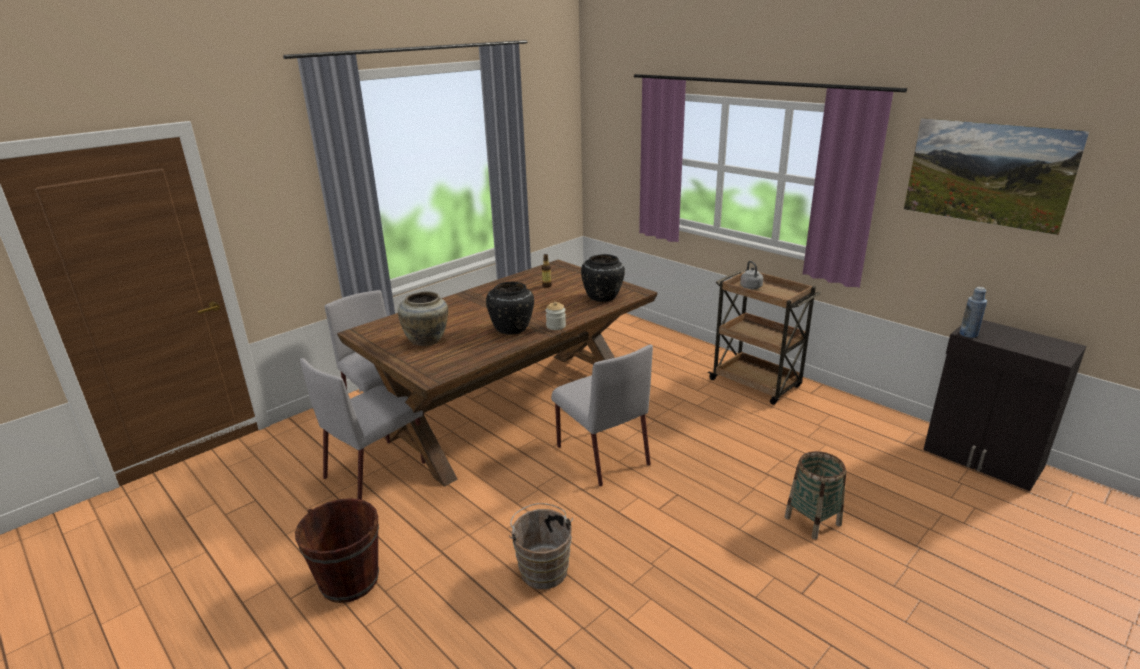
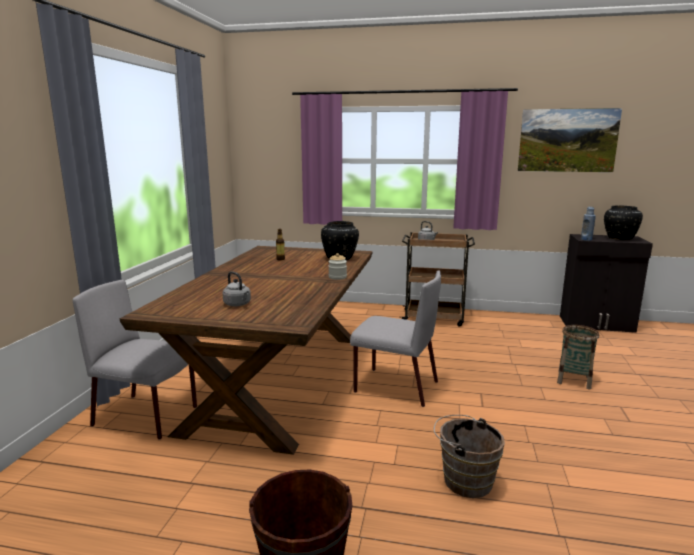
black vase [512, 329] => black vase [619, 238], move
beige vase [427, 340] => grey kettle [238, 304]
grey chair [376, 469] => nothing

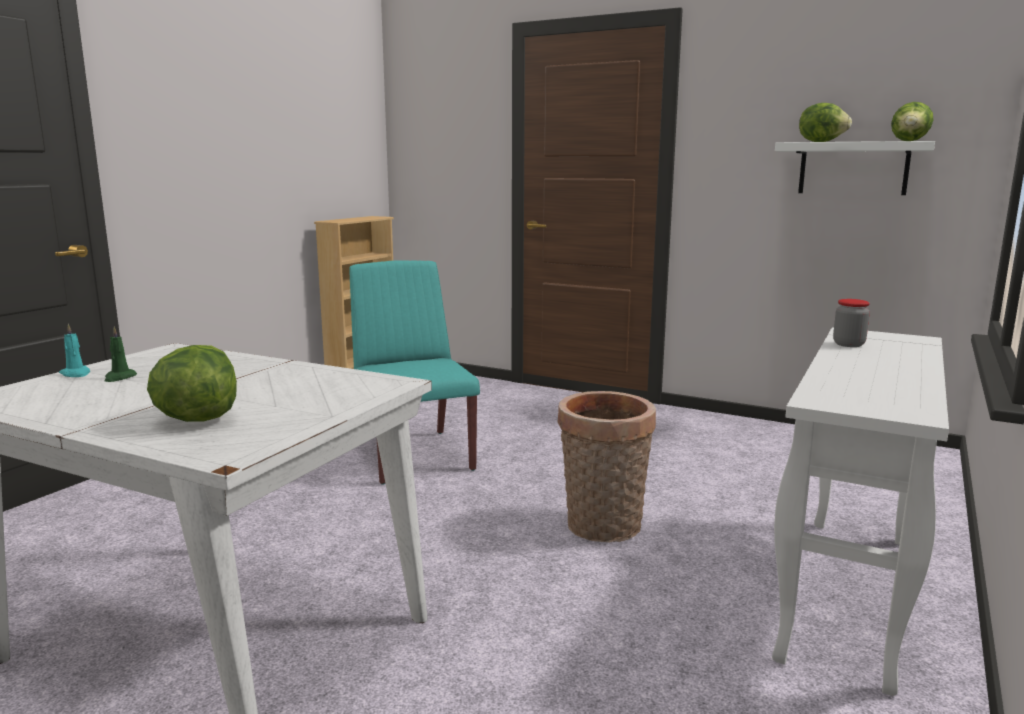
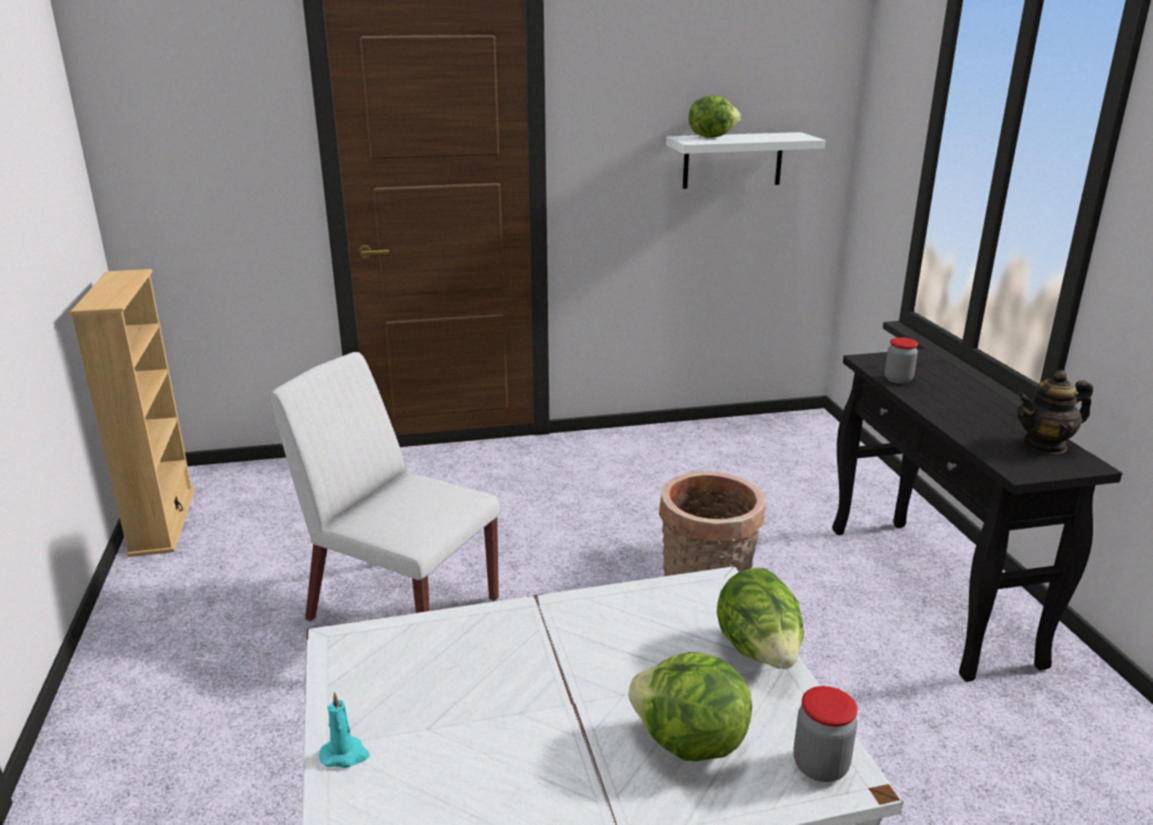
lettuce [909, 141] => lettuce [759, 653], move
turquoise chair [413, 455] => white chair [401, 608]
green candle [119, 377] => nothing
white console table [848, 595] => black console table [930, 594]
nothing => teapot [1045, 445]
nothing => jar [820, 766]

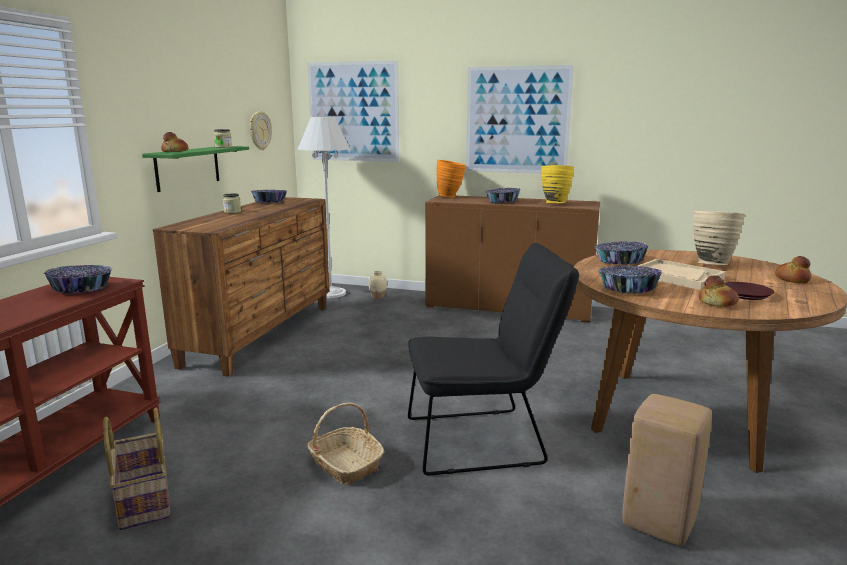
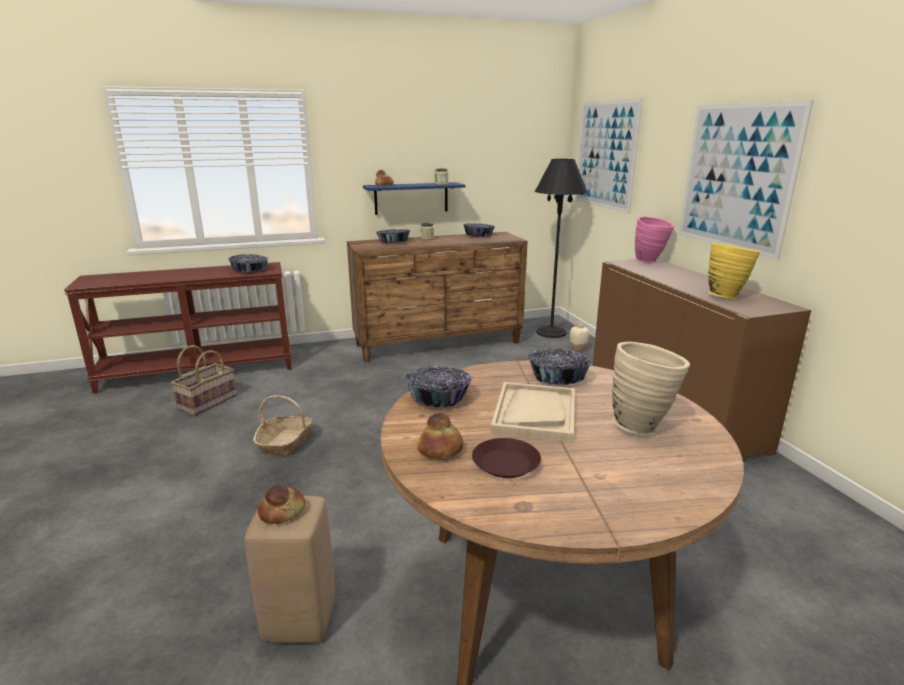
wall clock [259, 130] => nothing
white floor lamp [330, 293] => black floor lamp [551, 332]
green shelf [188, 167] => blue shelf [411, 198]
orange vase [451, 197] => pink vase [650, 262]
bowl [502, 201] => bowl [393, 242], move
black chair [484, 440] => nothing
bread [792, 279] => bread [282, 512], move

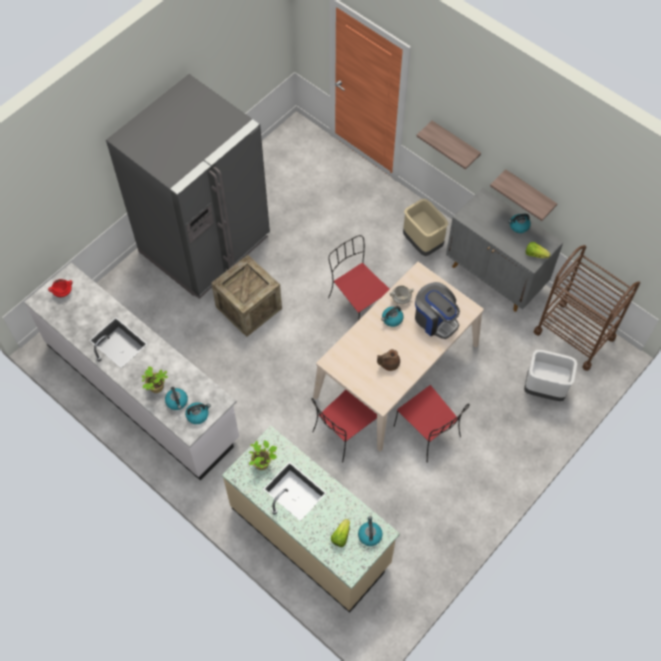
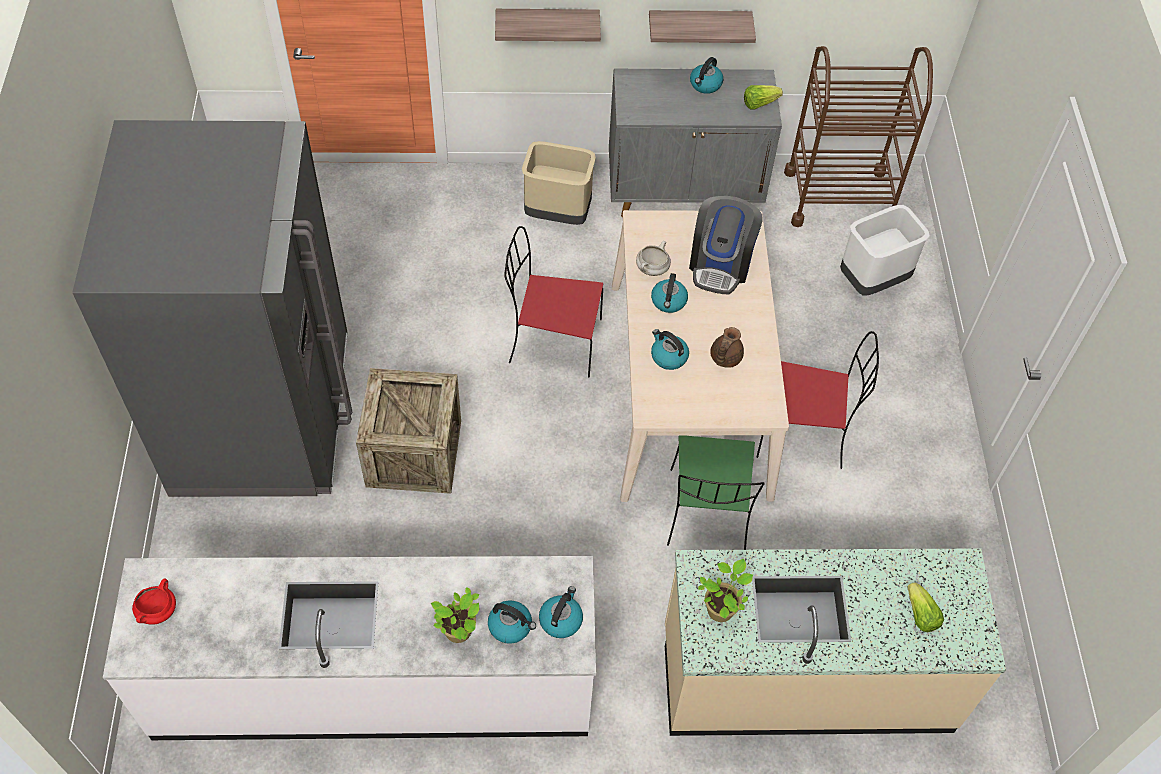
coffee machine [435, 319] => coffee machine [720, 264], 105 degrees clockwise
red chair [344, 432] => green chair [707, 513]
kettle [369, 535] => kettle [668, 356], move

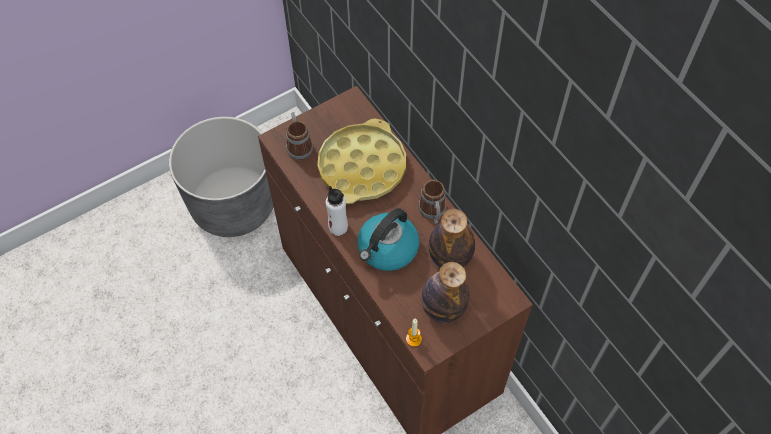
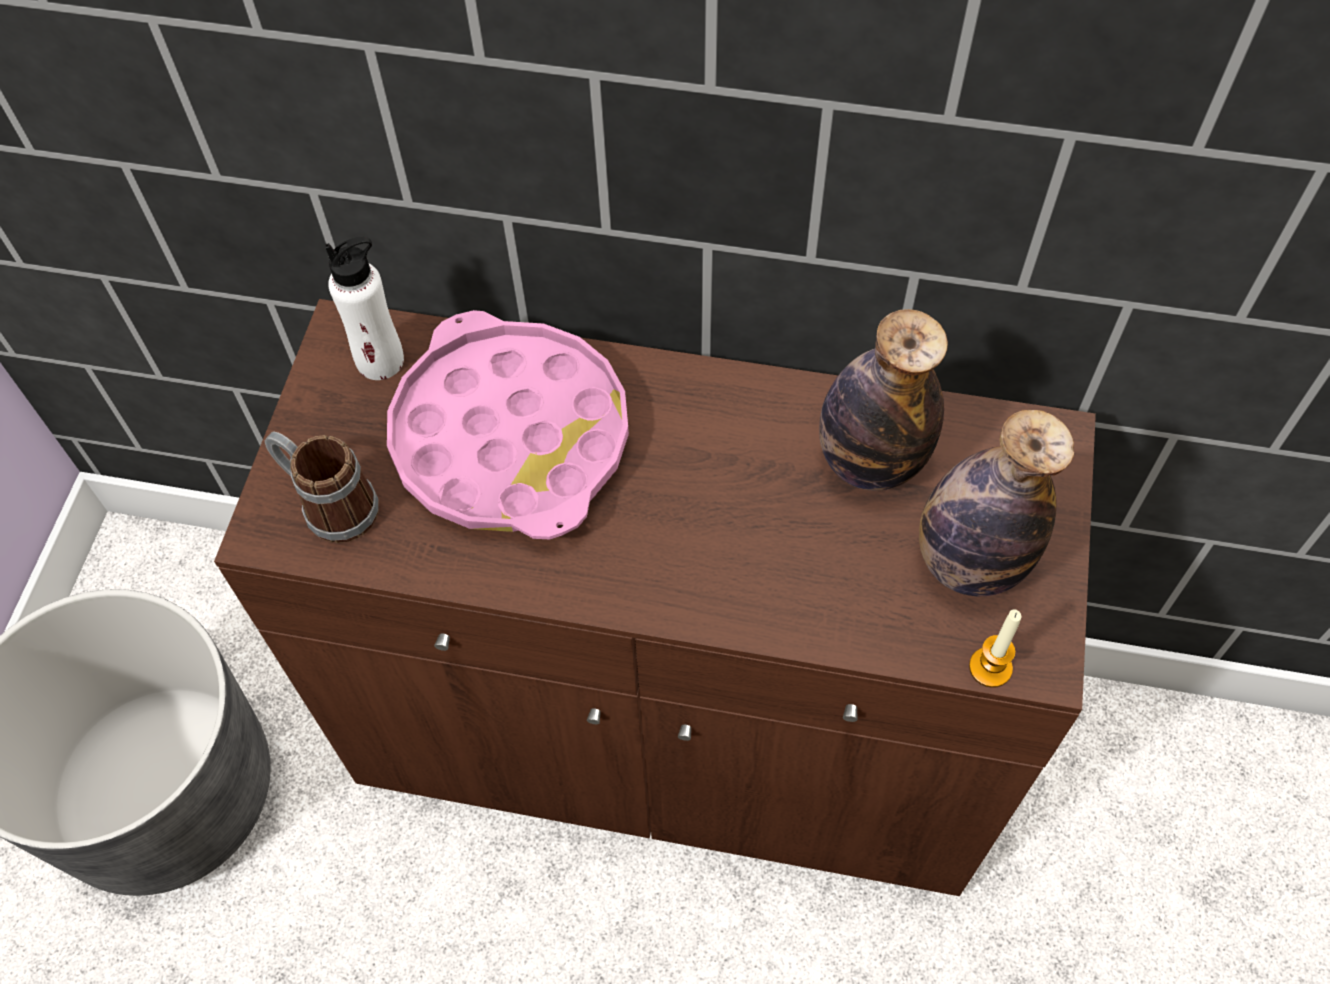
yellow tray [362, 167] => pink tray [511, 438]
mug [433, 213] => nothing
white bottle [338, 227] => white bottle [380, 360], move
kettle [387, 249] => nothing

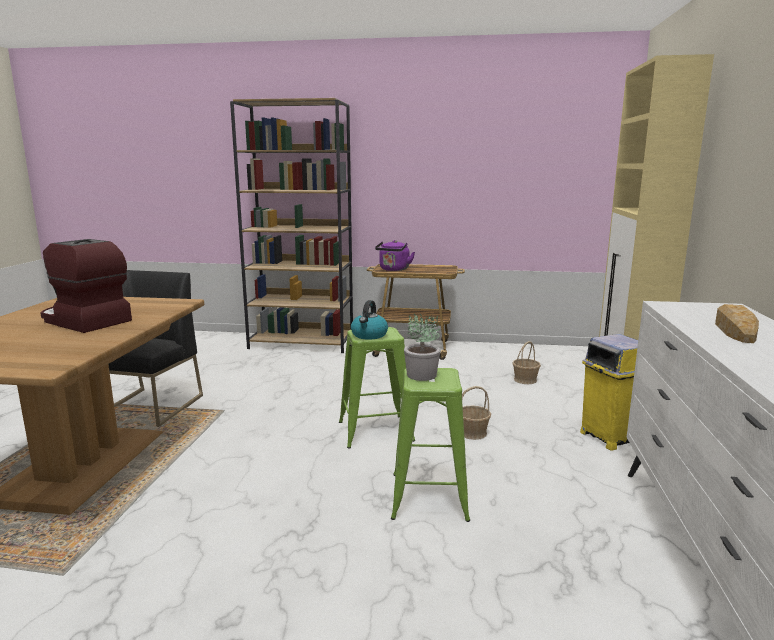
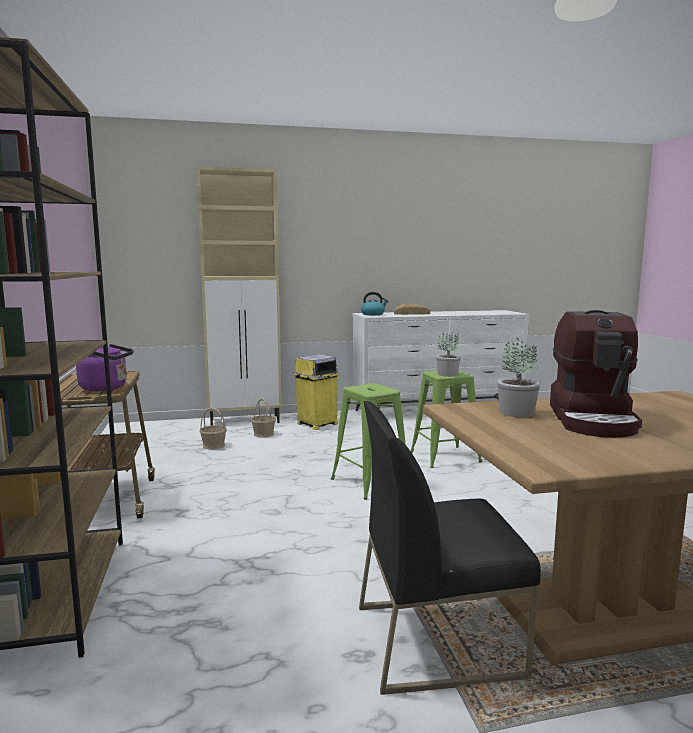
kettle [369, 335] => kettle [373, 314], move
basket [473, 433] => basket [263, 434], move
nothing => potted plant [516, 412]

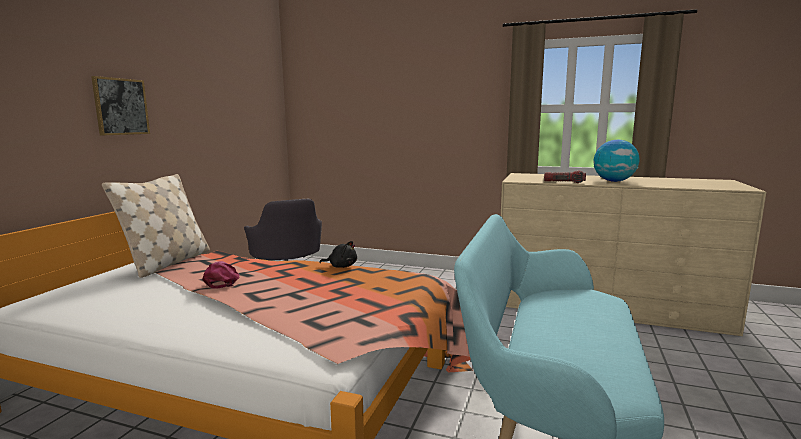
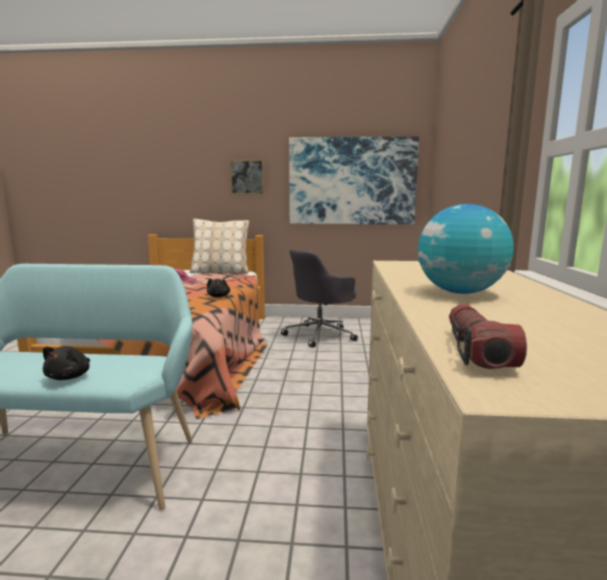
flashlight [564, 182] => flashlight [475, 350], move
nothing => picture [352, 181]
nothing => black plush toy [70, 377]

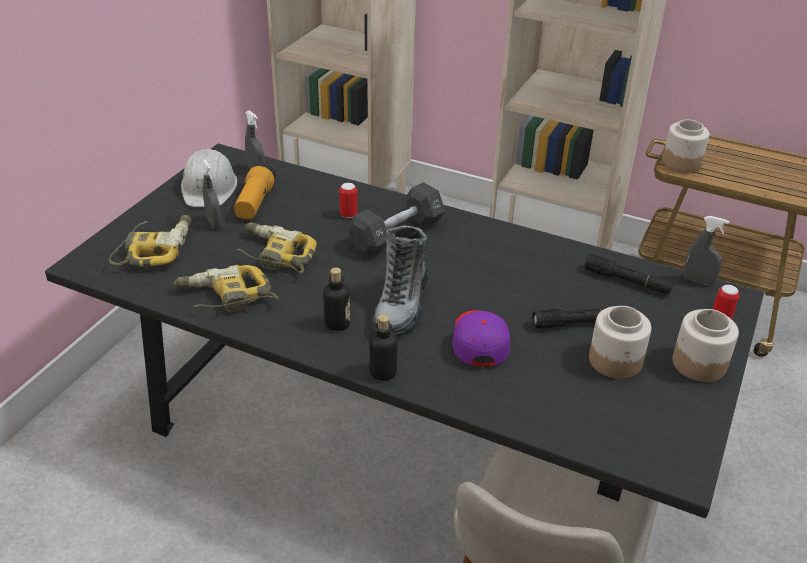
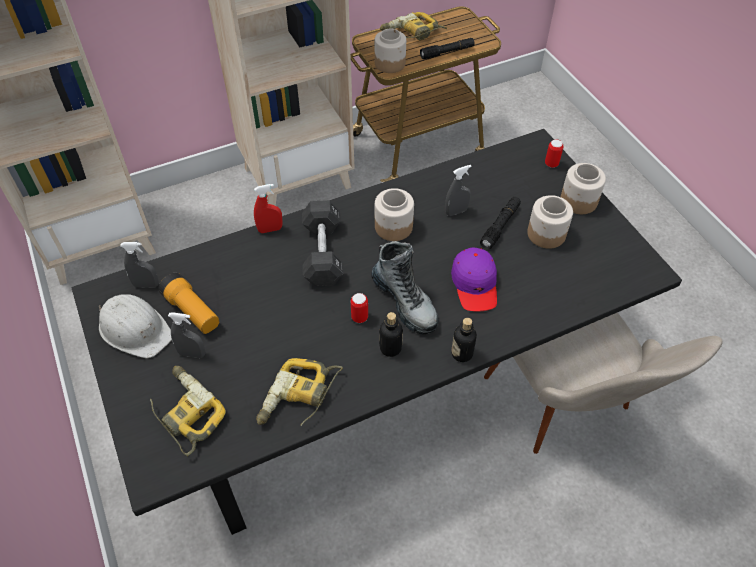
can [348, 215] => can [359, 317], move
grey spray bottle [698, 281] => grey spray bottle [456, 211], move
power drill [274, 256] => power drill [412, 33], move
black flashlight [627, 281] => black flashlight [447, 52], move
purple cap [479, 341] => purple cap [475, 284], 135 degrees counterclockwise
nothing => red spray bottle [270, 229]
nothing => jar [393, 227]

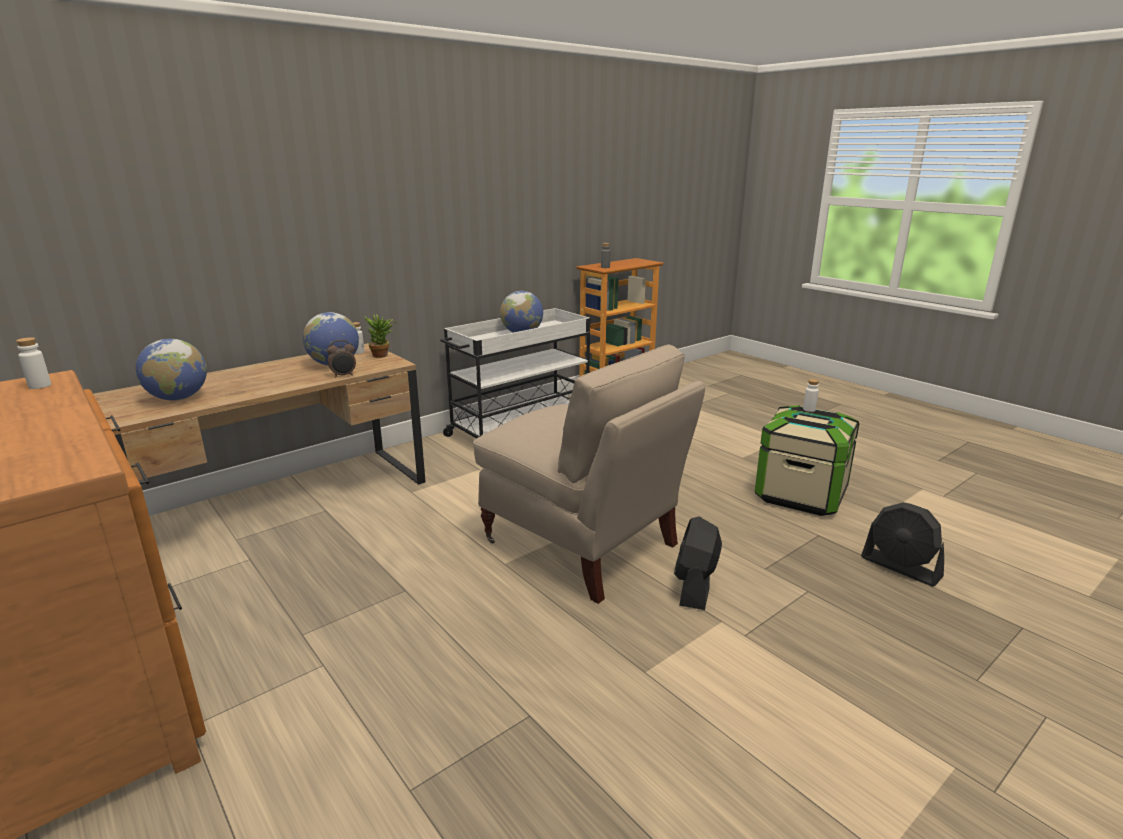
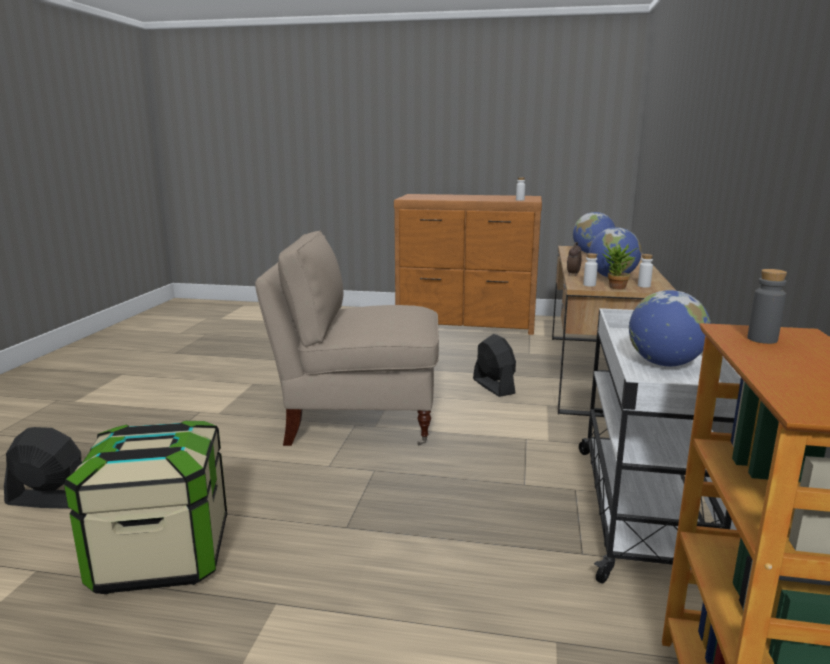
white bottle [809, 409] => white bottle [589, 285], move
black fan [694, 586] => black fan [493, 386], move

